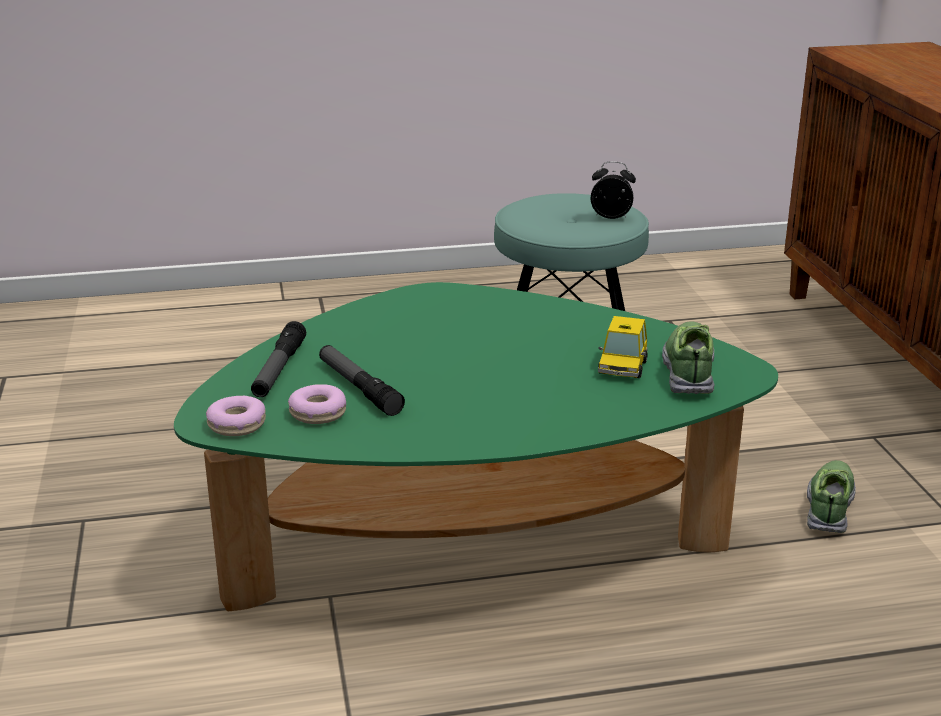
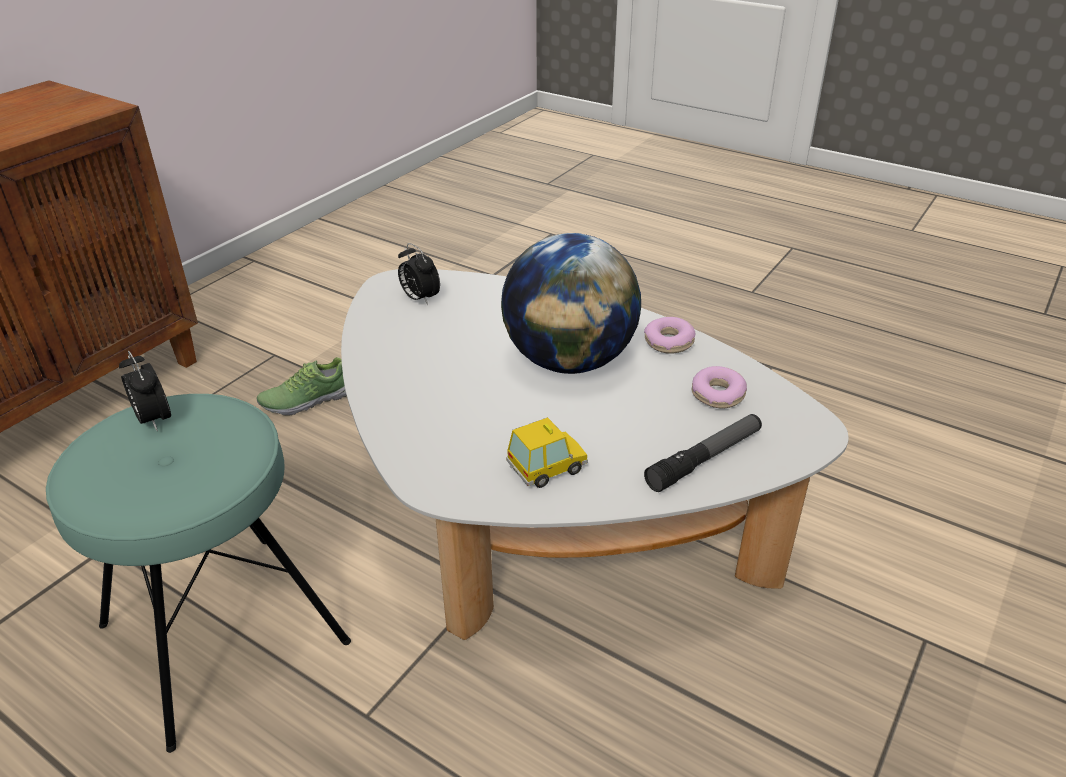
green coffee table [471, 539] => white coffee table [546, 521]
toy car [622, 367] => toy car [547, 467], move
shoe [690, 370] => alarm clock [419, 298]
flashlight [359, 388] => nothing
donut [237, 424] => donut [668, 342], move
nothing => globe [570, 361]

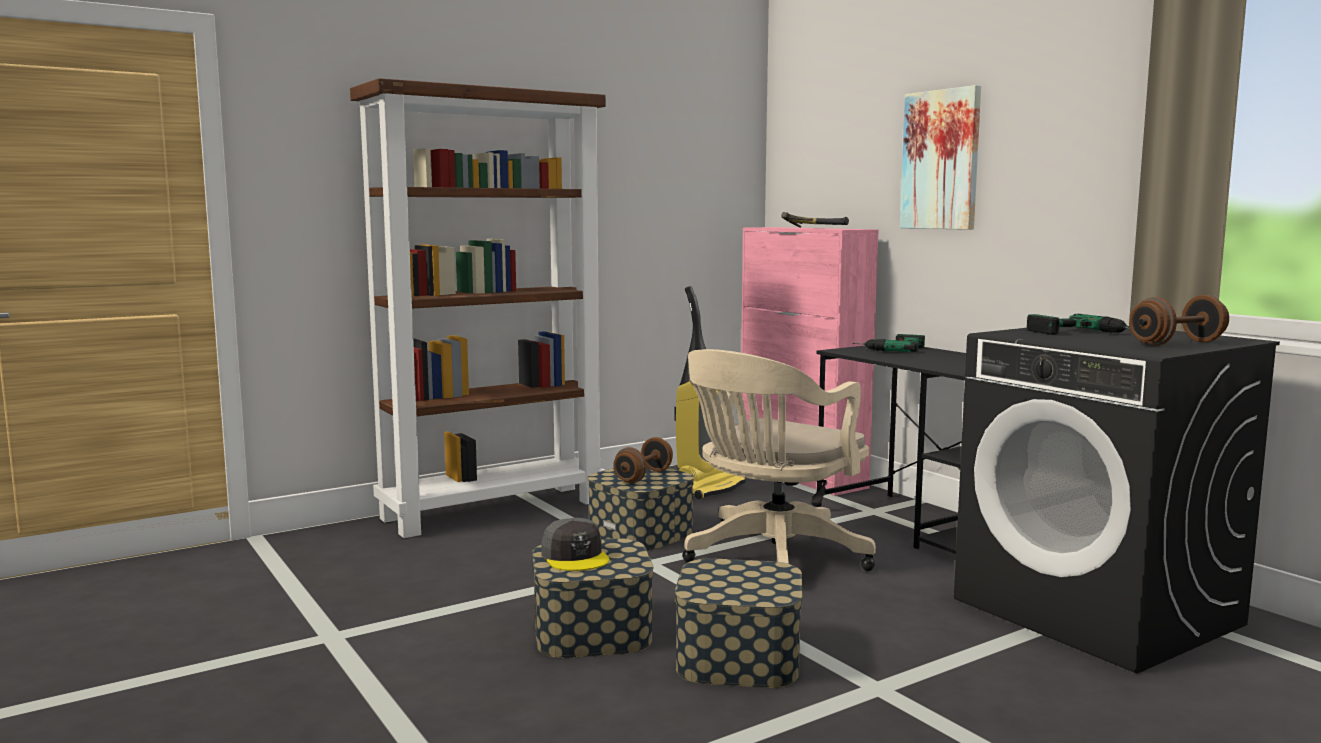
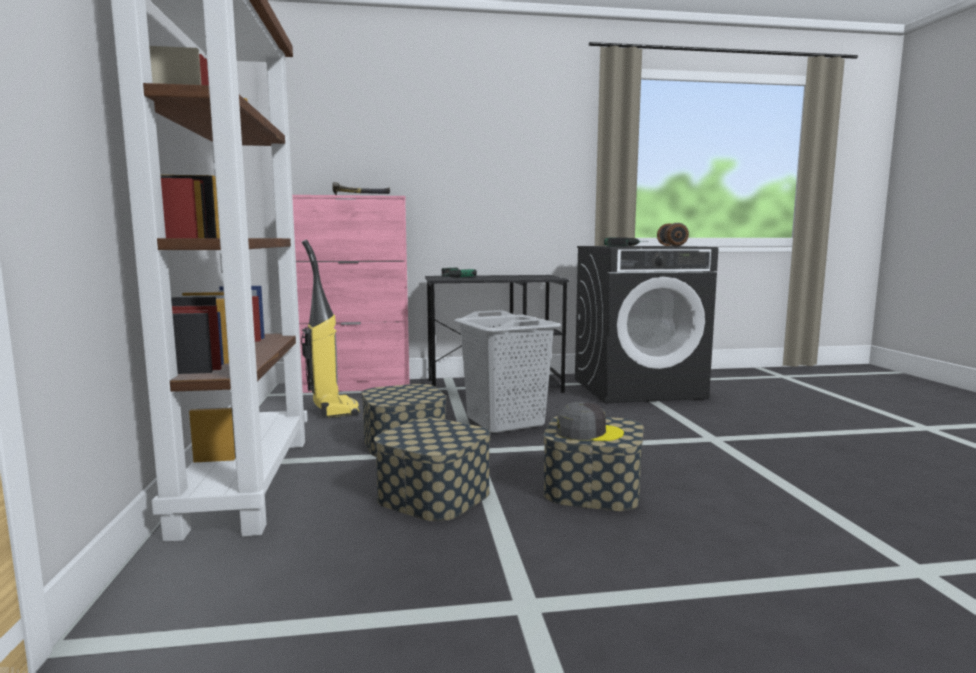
picture [941, 160] => nothing
beige office chair [771, 559] => grey laundry basket [505, 422]
brown dumbbell [643, 476] => nothing
storage box [738, 657] => storage box [434, 495], move

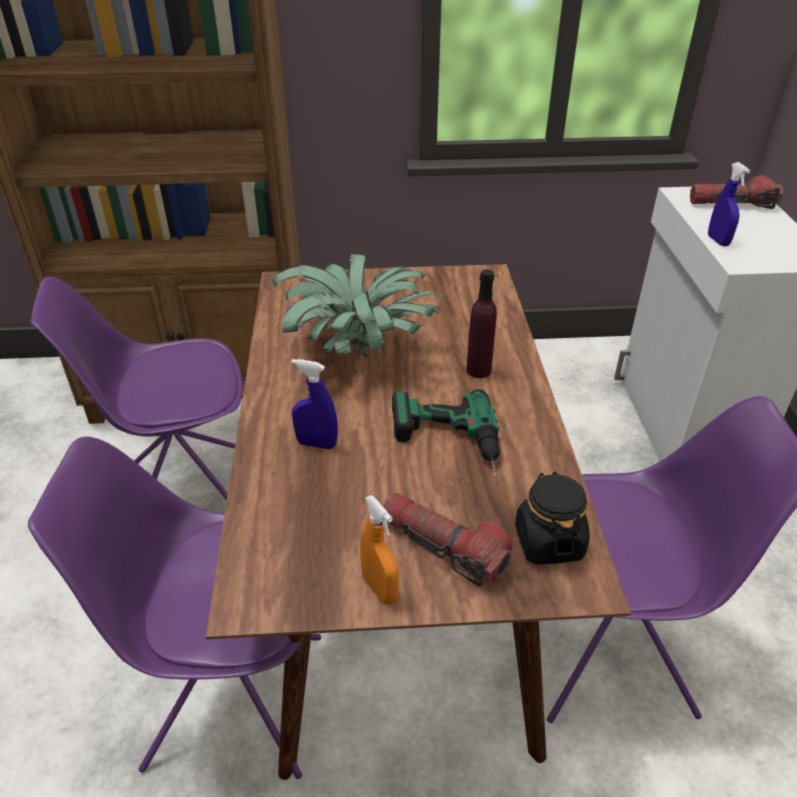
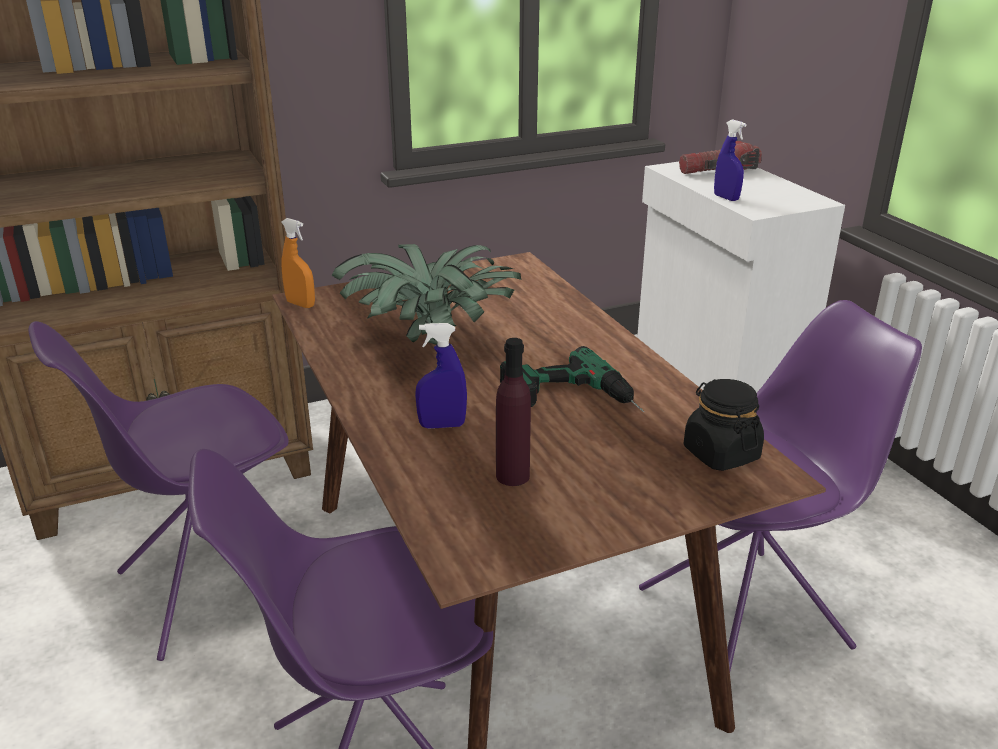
purple bottle [478, 370] => purple bottle [512, 476], move
flashlight [443, 547] => nothing
orange spray bottle [379, 589] => orange spray bottle [300, 304], move

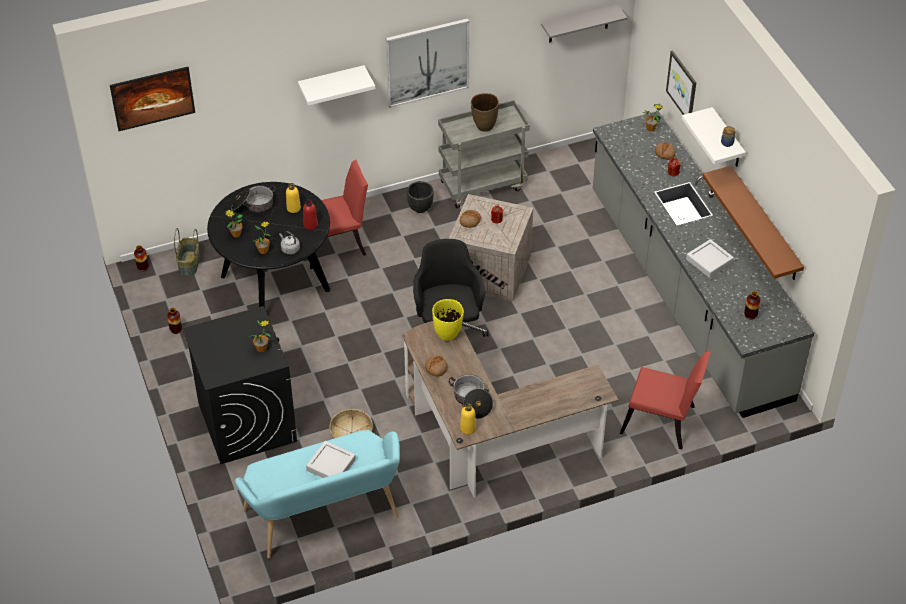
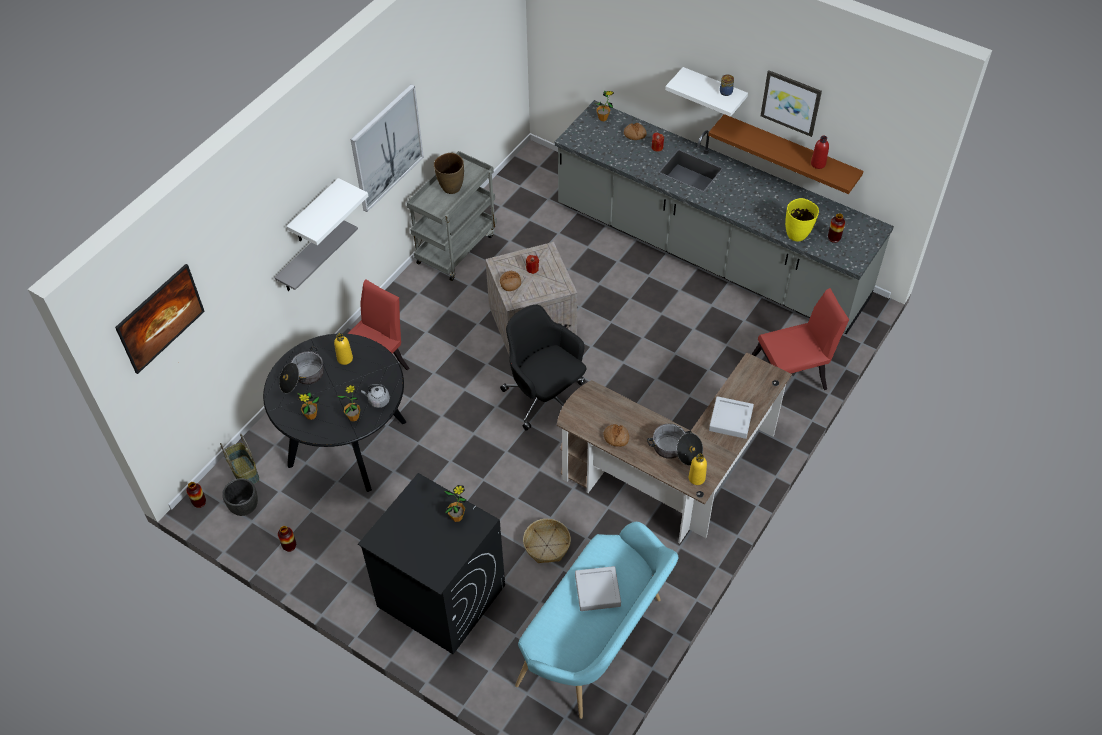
grey shelf [579, 24] => grey shelf [309, 257], move
picture [682, 86] => picture [791, 102], move
black planter [420, 208] => black planter [245, 508], move
red bottle [310, 225] => red bottle [818, 164], move
grey tray [709, 261] => grey tray [730, 420], move
yellow vase [448, 334] => yellow vase [797, 235], move

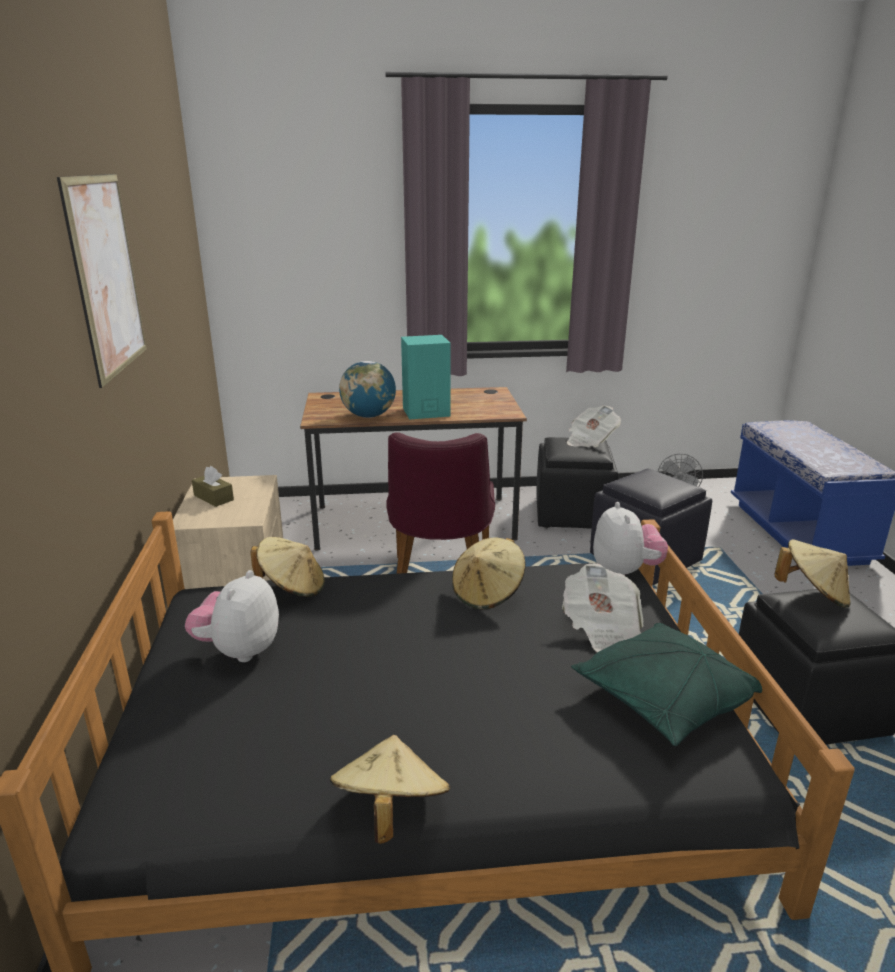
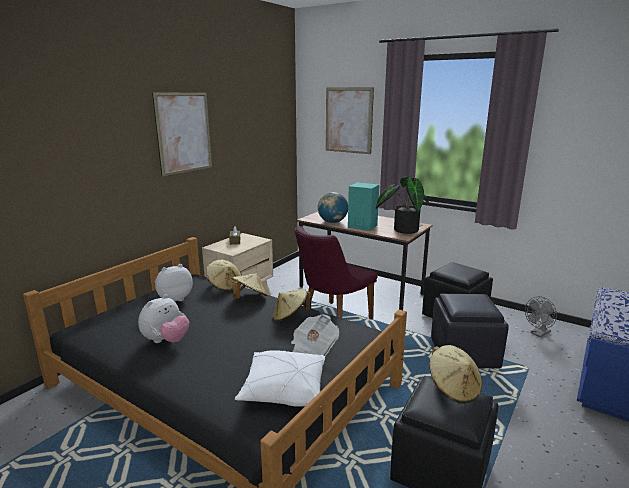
newspaper [590, 440] => nothing
plush toy [625, 571] => plush toy [166, 341], move
green pillow [663, 699] => white pillow [284, 390]
beige hat [390, 811] => beige hat [250, 298], move
nothing => picture [348, 120]
nothing => potted plant [403, 230]

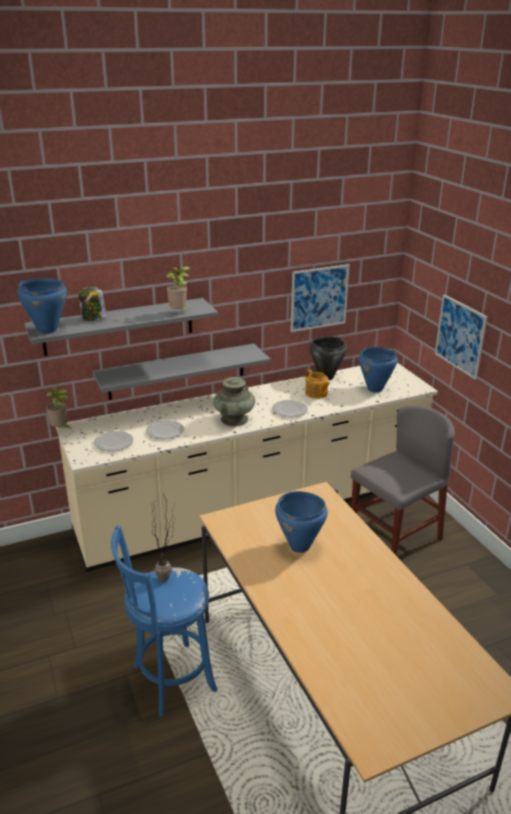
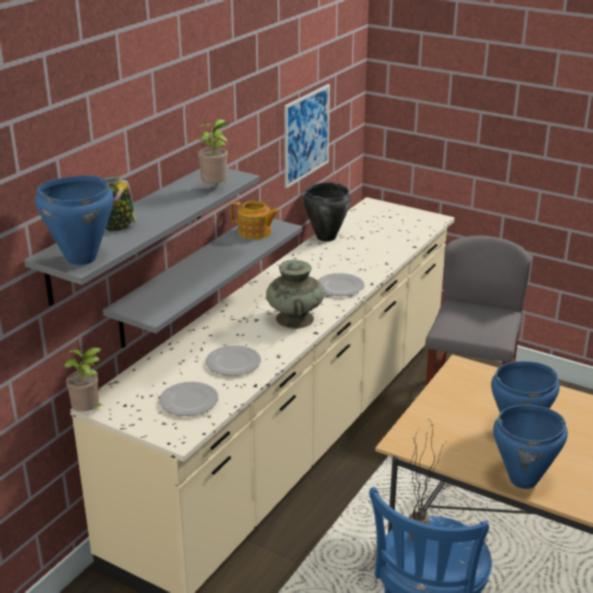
picture [460, 336] => nothing
blue cooking pot [375, 389] => blue cooking pot [523, 480], move
teapot [316, 393] => teapot [255, 233], move

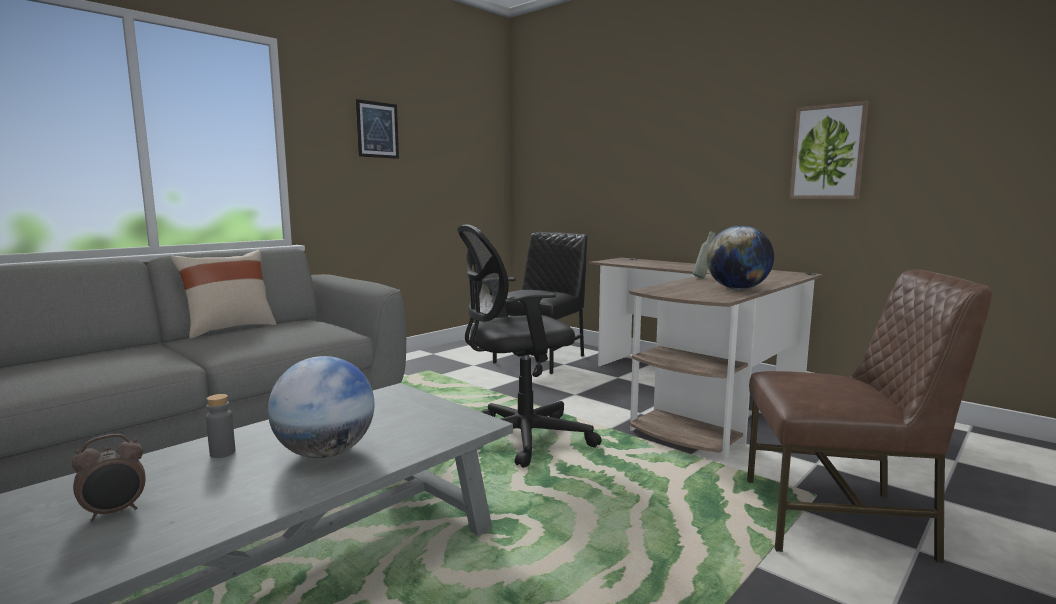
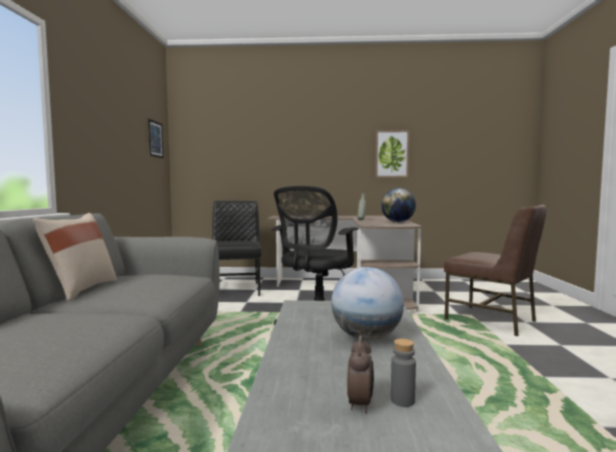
picture [377, 130] => picture [155, 139], move
brown chair [838, 519] => brown chair [492, 320], 75 degrees clockwise
grey bottle [222, 453] => grey bottle [402, 400], move

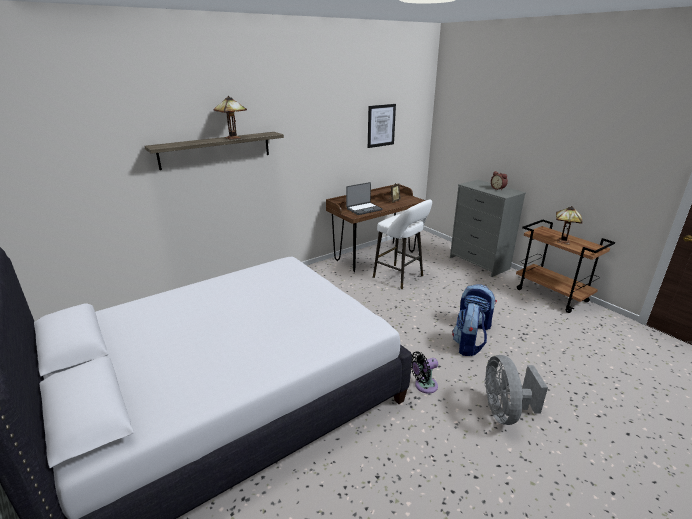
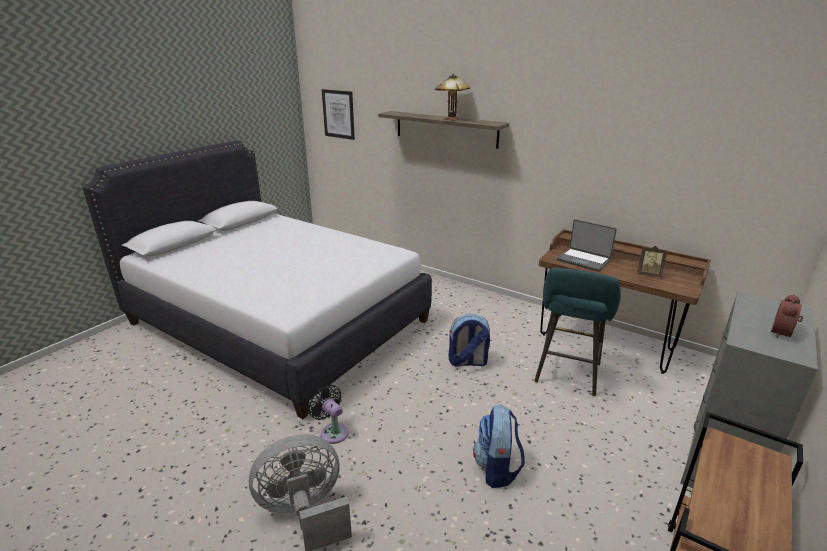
picture [381, 125] => picture [338, 114], move
white stool [400, 277] => turquoise stool [567, 375]
table lamp [562, 241] => nothing
backpack [467, 347] => backpack [467, 362], move

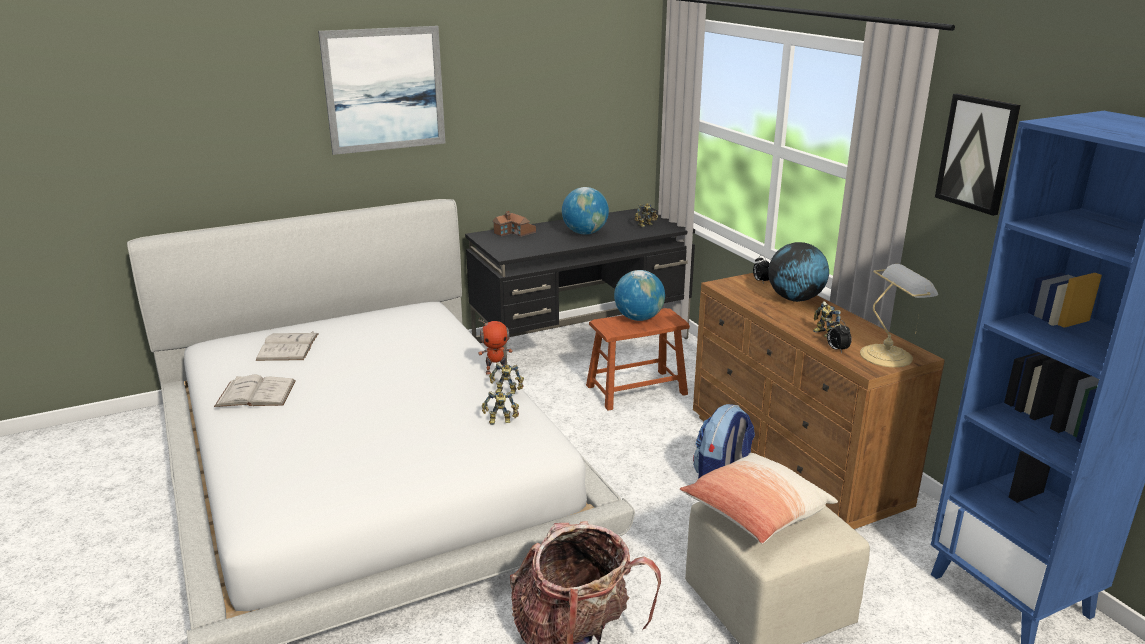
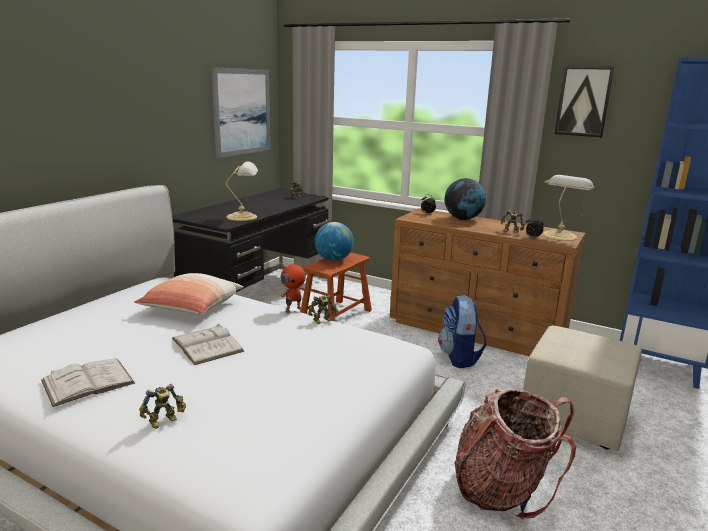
picture [384, 89] => picture [242, 112], move
globe [585, 233] => nothing
toy house [514, 233] => nothing
white book [288, 347] => white book [207, 345], move
toy robot [501, 421] => toy robot [164, 421], move
pillow [755, 513] => pillow [191, 308], move
nothing => table lamp [243, 217]

